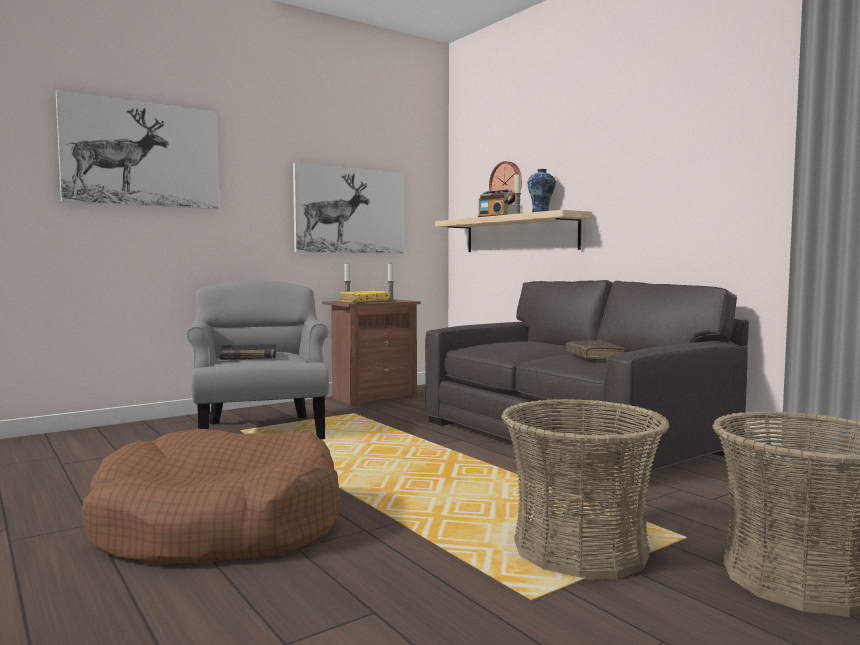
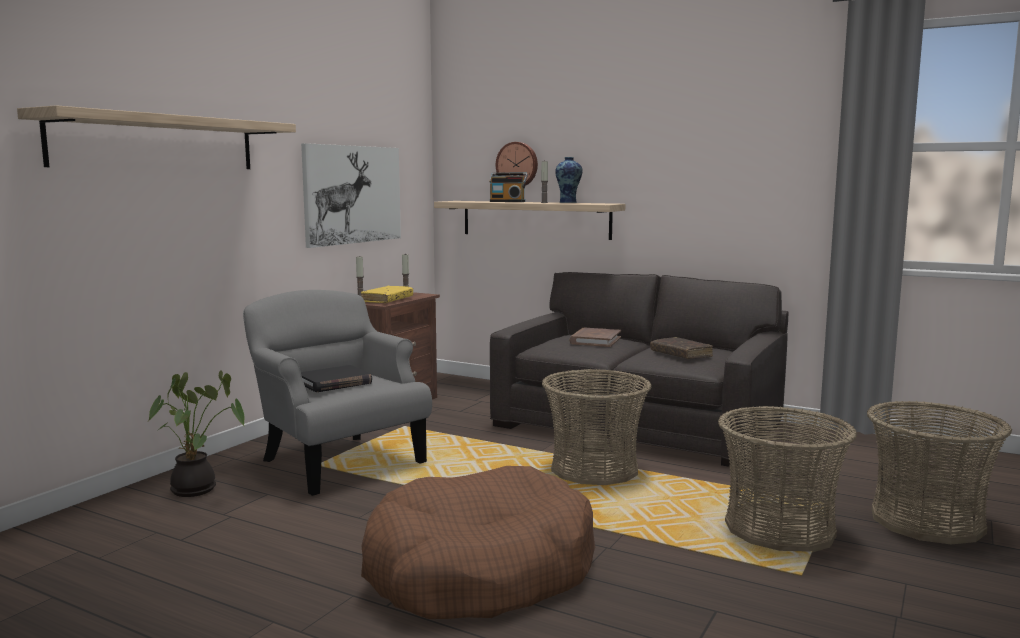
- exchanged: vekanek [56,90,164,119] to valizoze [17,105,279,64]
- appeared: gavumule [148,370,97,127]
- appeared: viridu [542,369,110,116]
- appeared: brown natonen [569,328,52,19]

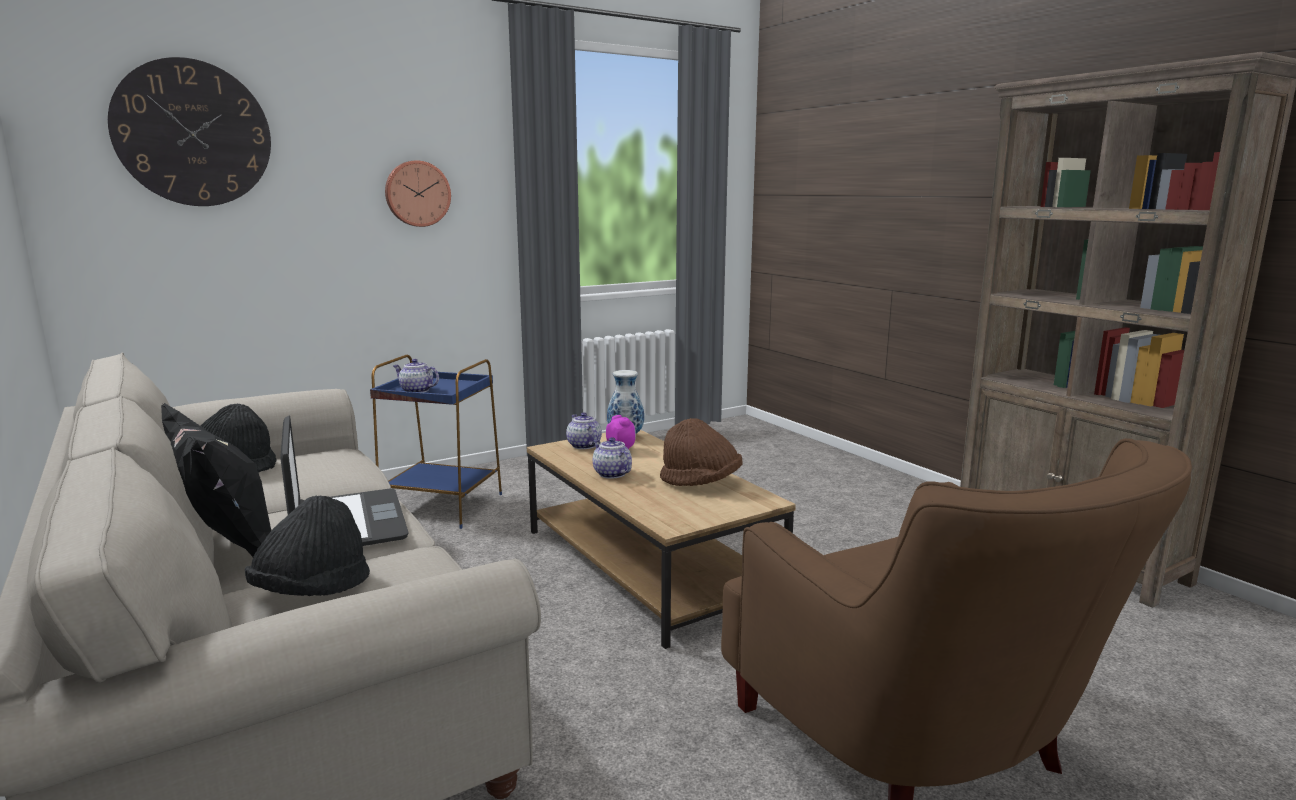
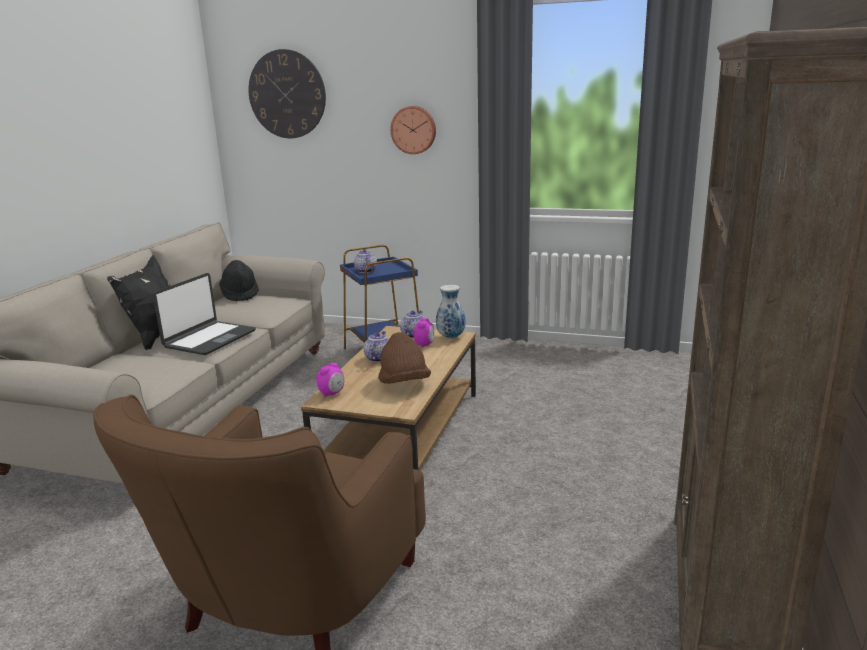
- missing: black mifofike [245,495,125,101]
- appeared: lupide [316,363,28,34]

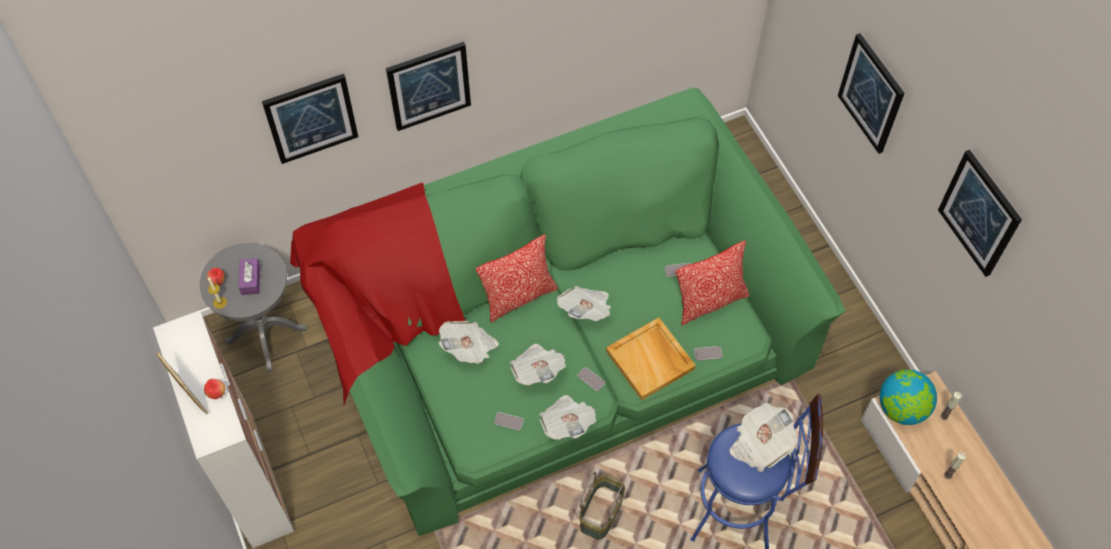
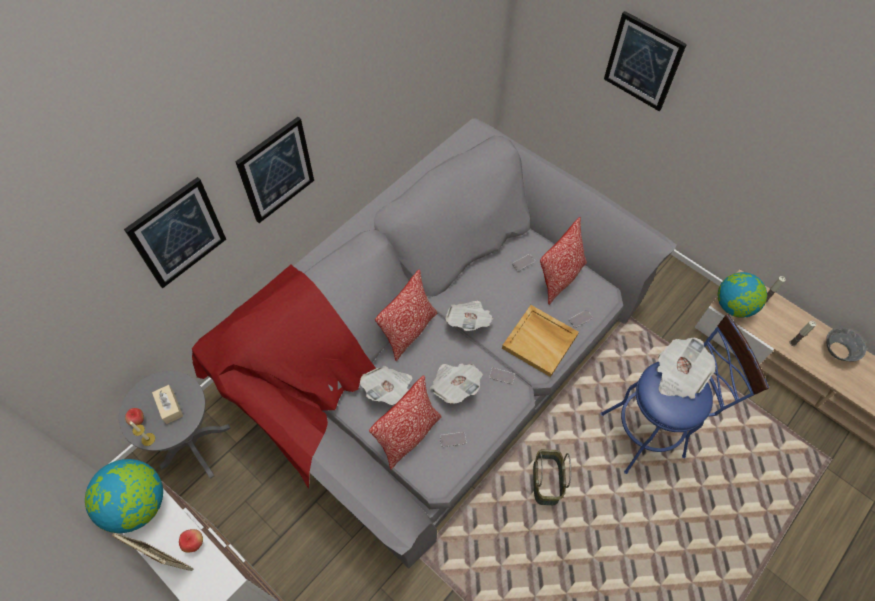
- colour: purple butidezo [239,258,21,37] to beige butidezo [152,385,31,39]
- colour: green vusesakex [290,88,556,448] to grey vusesakex [192,118,484,451]
- missing: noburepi [539,395,57,45]
- missing: vekanek [938,150,84,127]
- appeared: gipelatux [85,459,78,74]
- appeared: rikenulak [369,375,73,95]
- appeared: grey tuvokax [826,328,40,33]

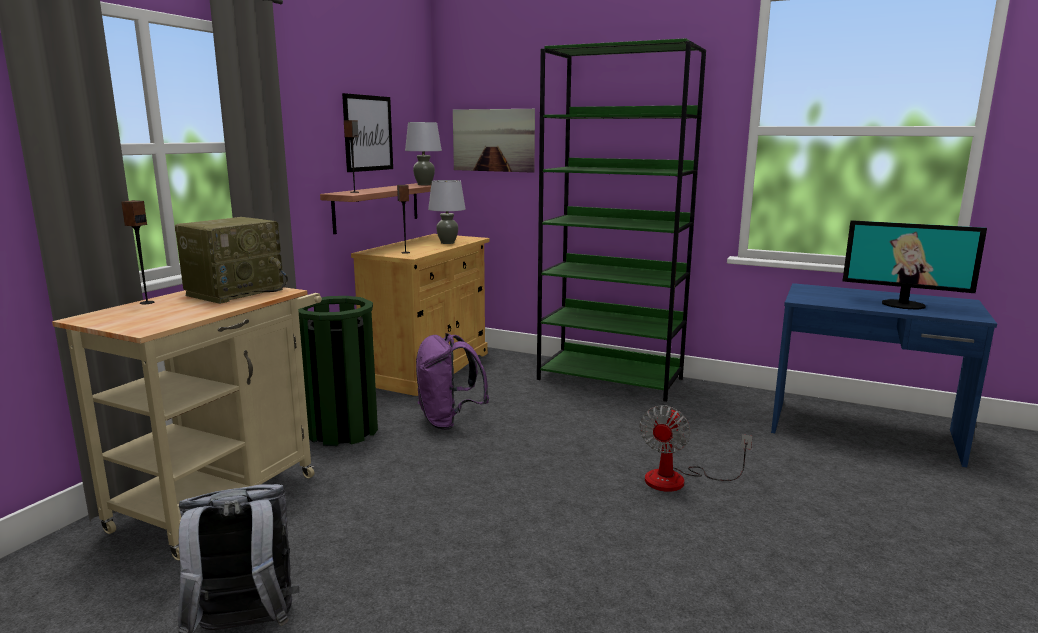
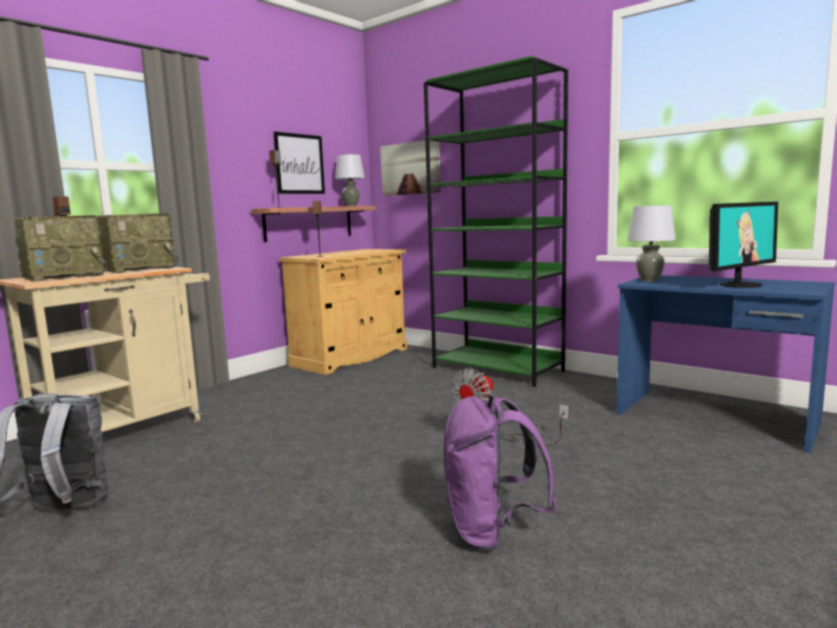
- missing: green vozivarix [298,296,80,150]
- relocated: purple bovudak [416,333,73,97] to [444,395,113,156]
- relocated: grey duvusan [428,180,38,64] to [627,205,48,77]
- spun: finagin [843,220,144,90] = [709,201,69,87] 75 degrees counterclockwise
- appeared: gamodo [14,215,94,67]

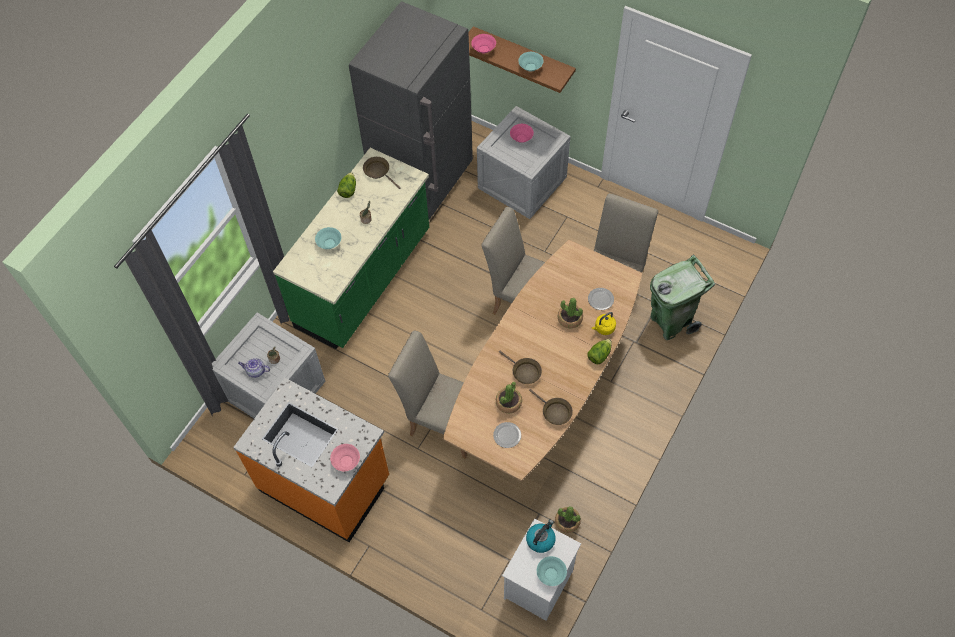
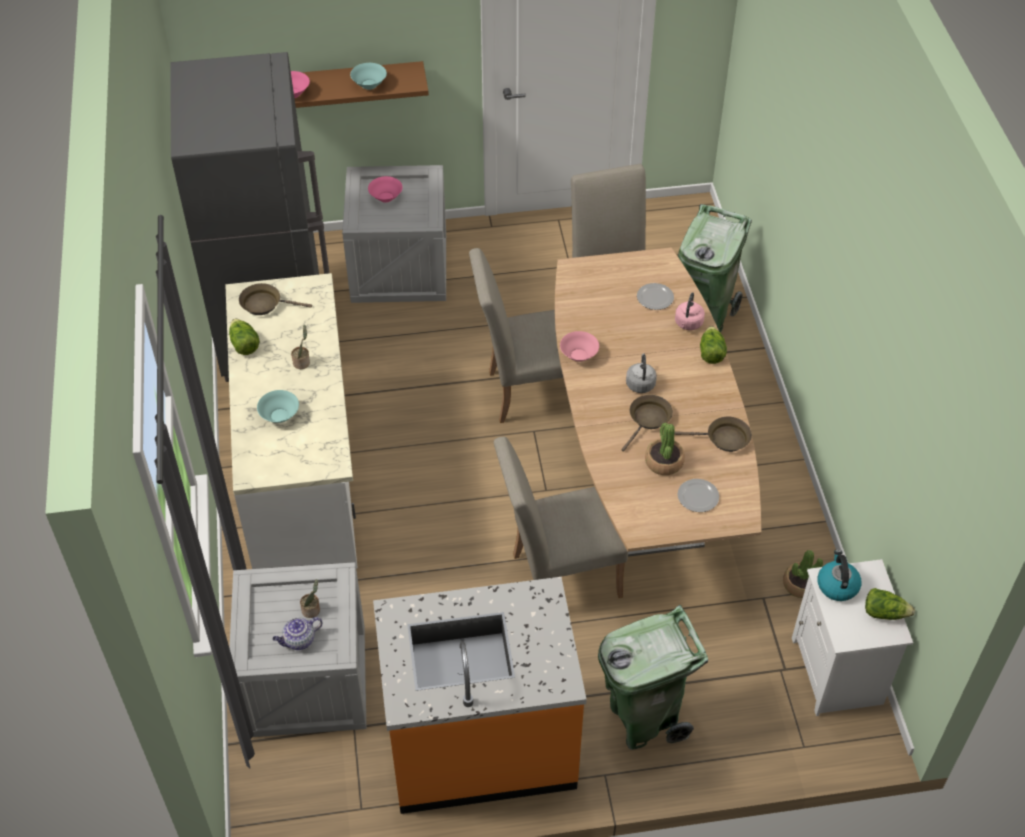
- colour: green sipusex [273,148,156,201] to white sipusex [225,273,133,296]
- relocated: pink tuvokax [330,444,30,27] to [560,331,39,31]
- spun: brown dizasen [499,351,43,33] = [621,395,52,57] 60 degrees counterclockwise
- exchanged: turquoise tuvokax [537,556,30,30] to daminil [865,588,50,32]
- missing: gavumule [558,298,25,30]
- colour: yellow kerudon [592,312,24,23] to pink kerudon [675,292,30,38]
- appeared: green vozivarix [598,605,110,145]
- appeared: grey kerudon [626,353,31,40]

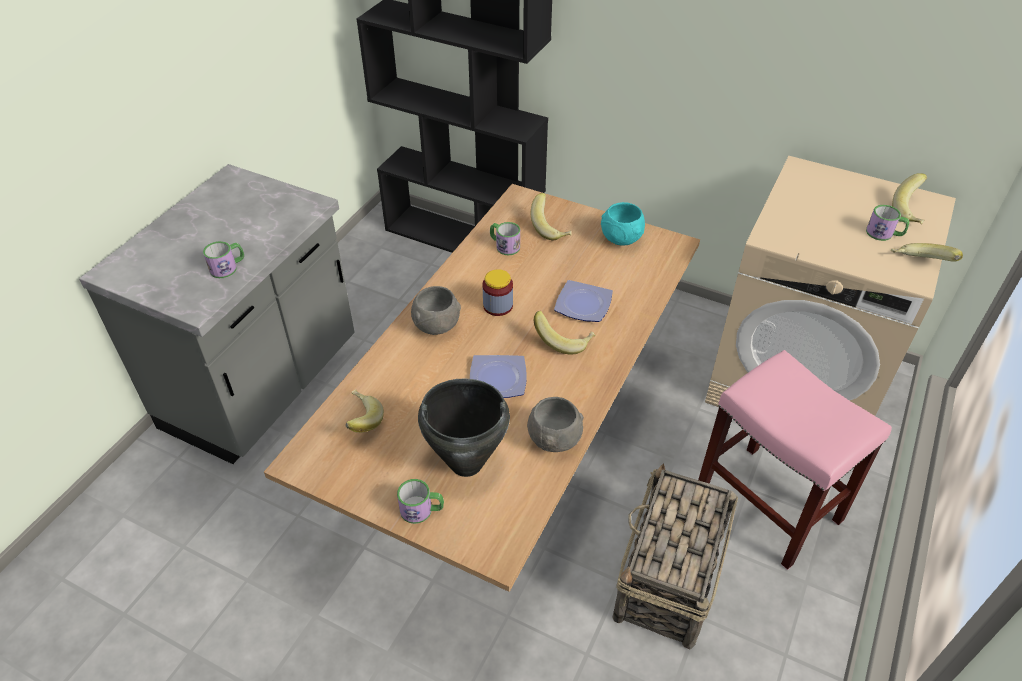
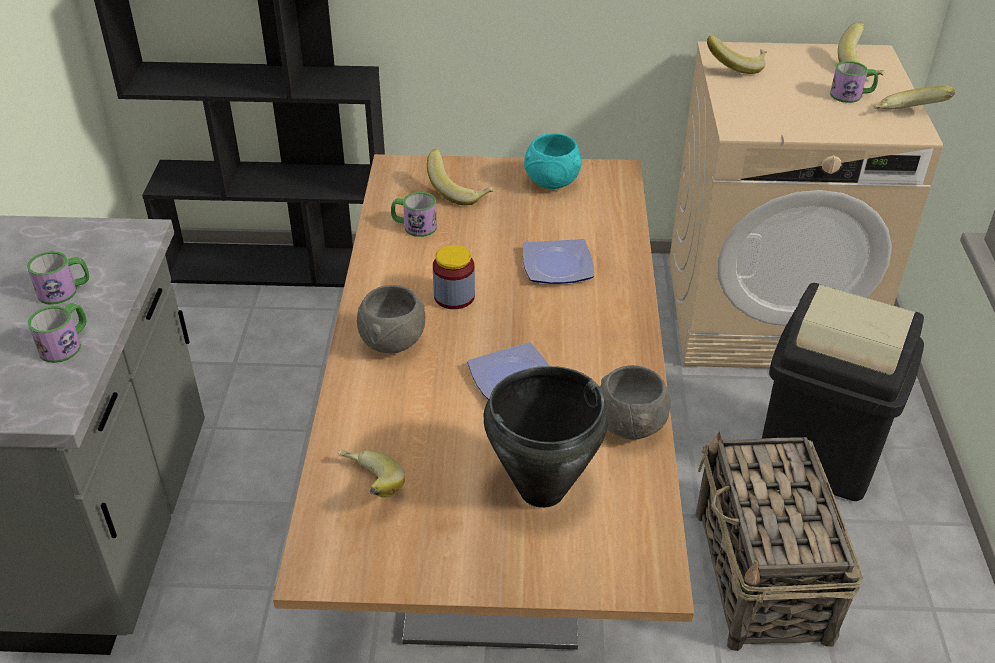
- relocated: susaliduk [397,479,47,45] to [27,251,62,54]
- relocated: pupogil [534,311,62,43] to [707,35,60,39]
- exchanged: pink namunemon [698,350,194,220] to black vozivarix [762,283,162,218]

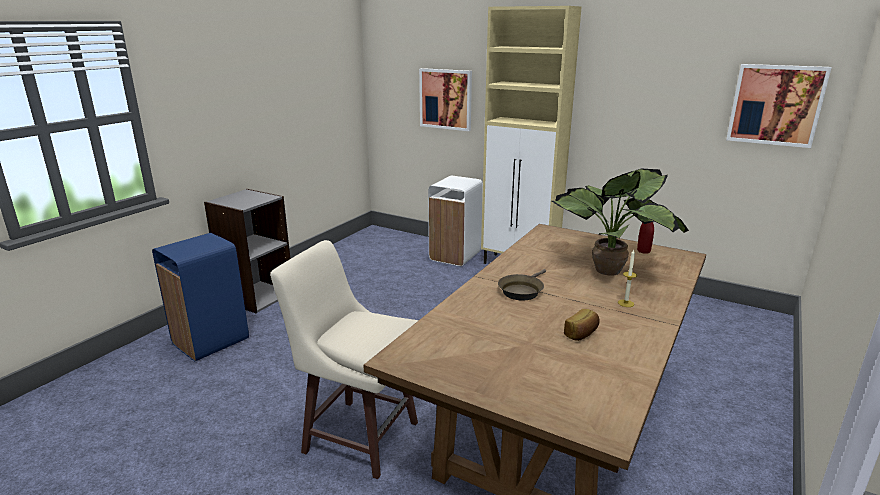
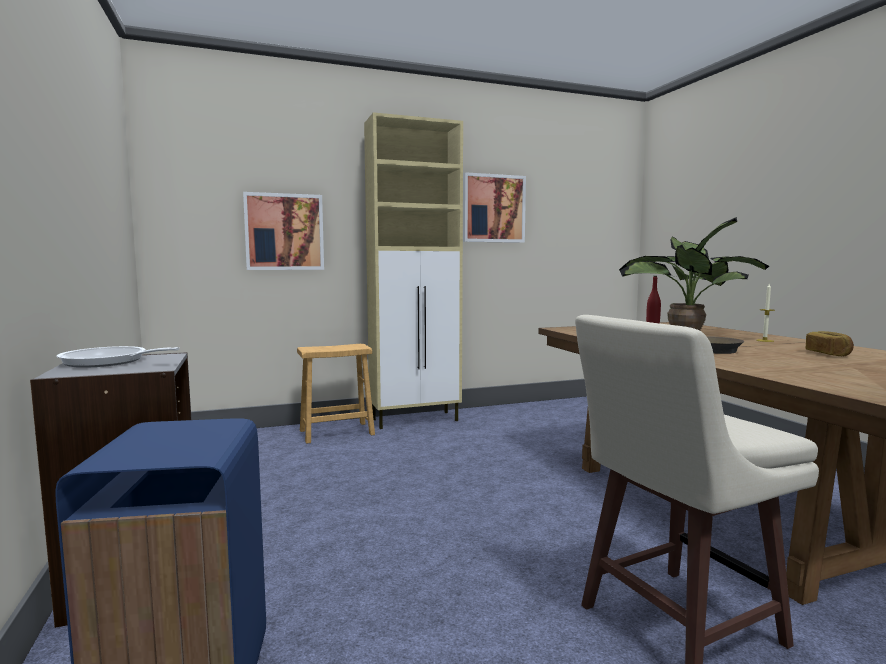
- exchanged: white vozivarix [428,176,55,90] to brown namunemon [297,344,78,99]
- relocated: vekanek [726,64,106,84] to [463,172,63,71]
- appeared: dizasen [57,346,123,22]

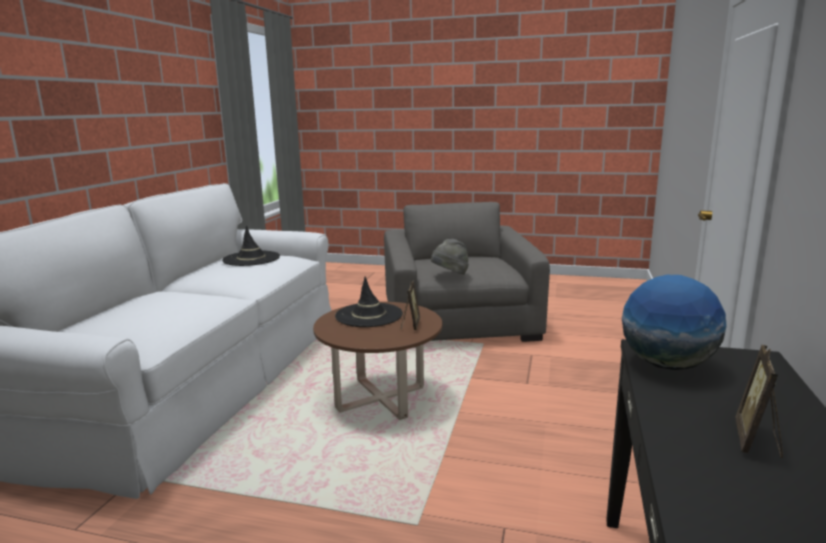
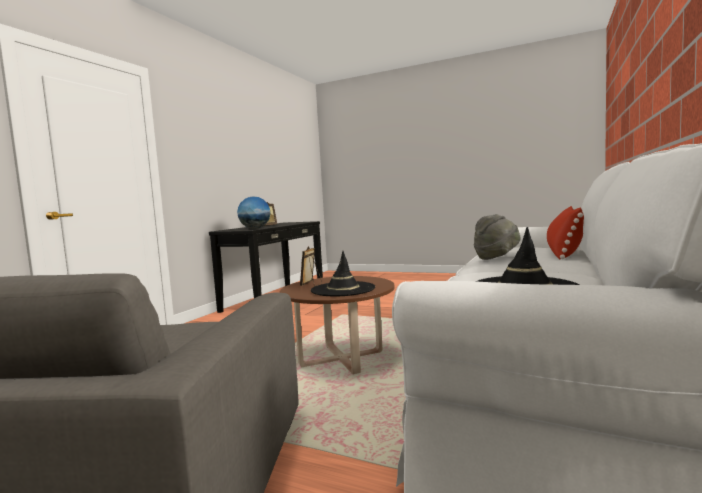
- relocated: grey mifofike [431,239,38,36] to [474,214,47,46]
- appeared: red rikenulak [547,206,37,53]

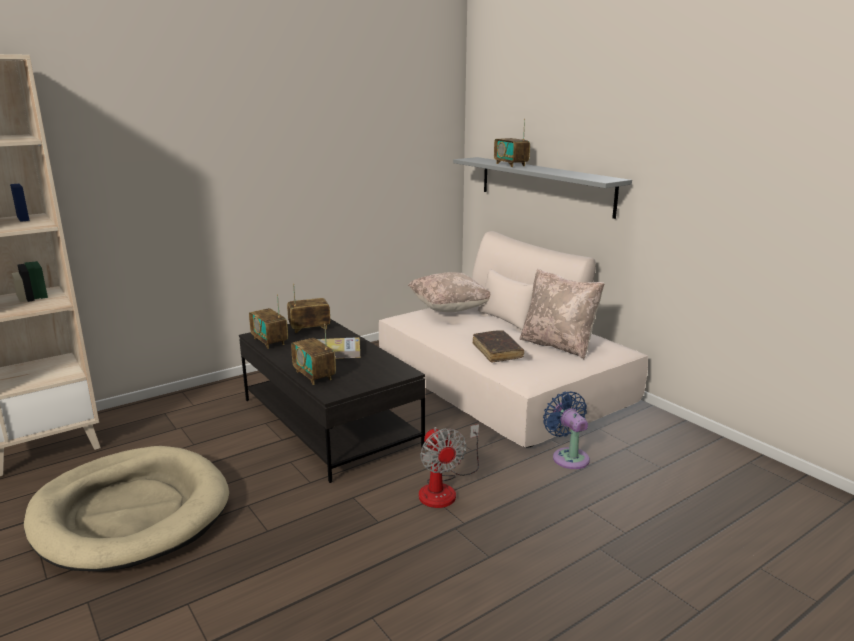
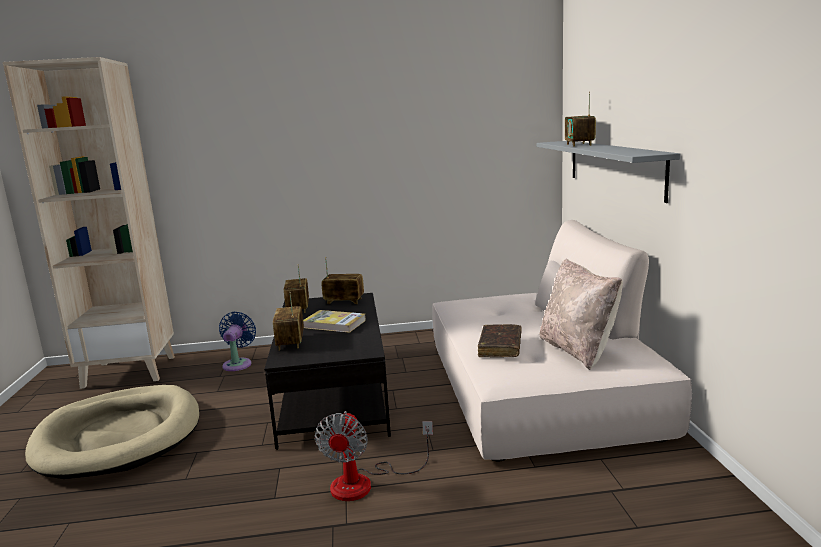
- missing: beige rikenulak [408,272,82,40]
- relocated: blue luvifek [543,391,47,78] to [219,312,37,59]

